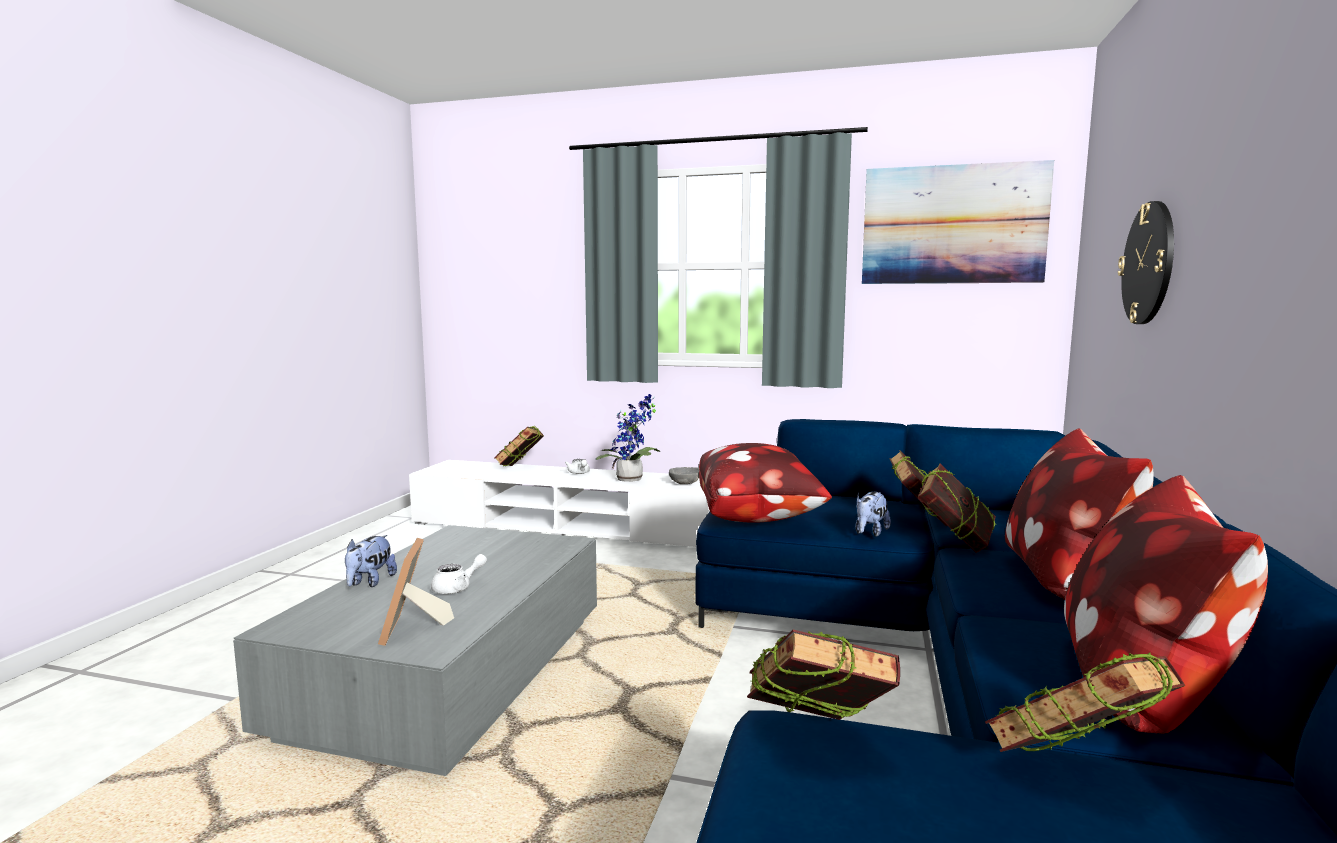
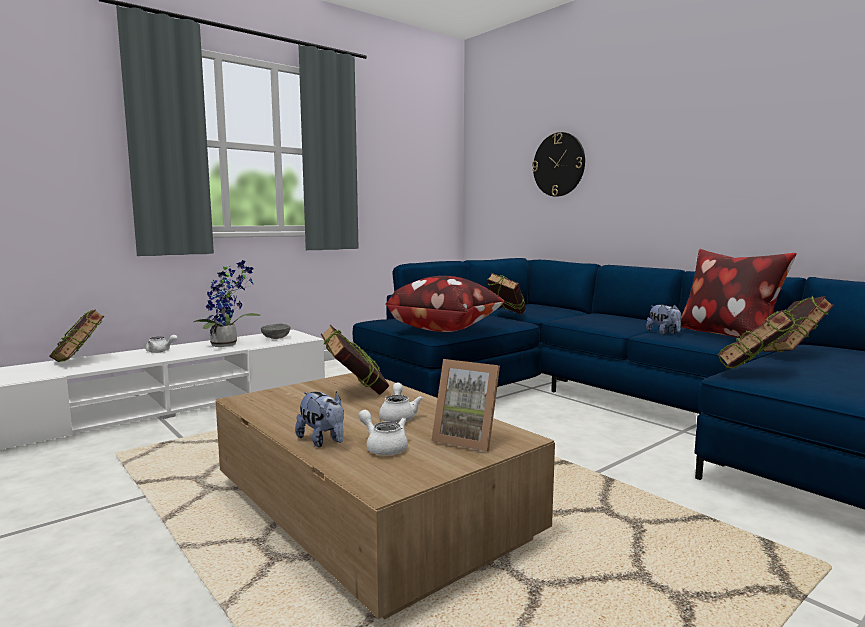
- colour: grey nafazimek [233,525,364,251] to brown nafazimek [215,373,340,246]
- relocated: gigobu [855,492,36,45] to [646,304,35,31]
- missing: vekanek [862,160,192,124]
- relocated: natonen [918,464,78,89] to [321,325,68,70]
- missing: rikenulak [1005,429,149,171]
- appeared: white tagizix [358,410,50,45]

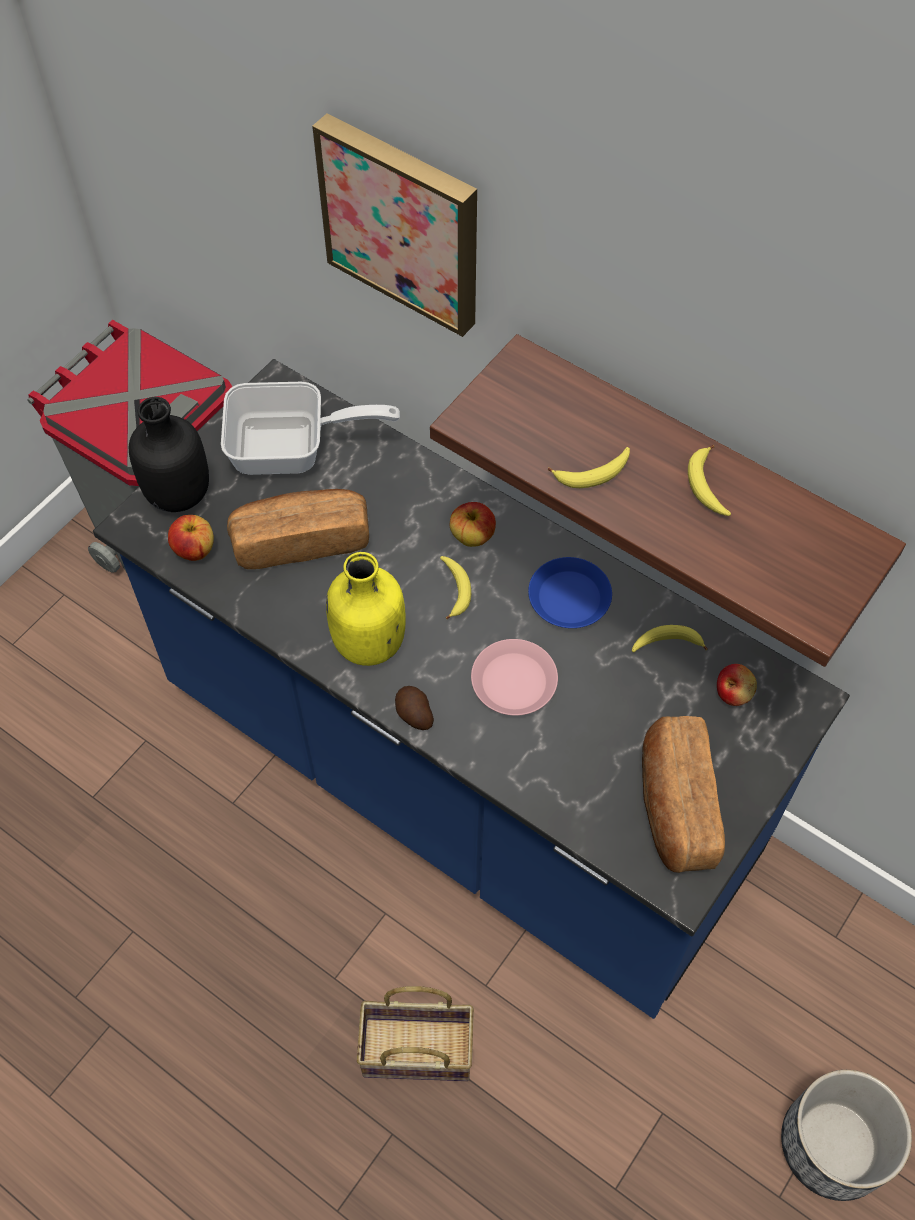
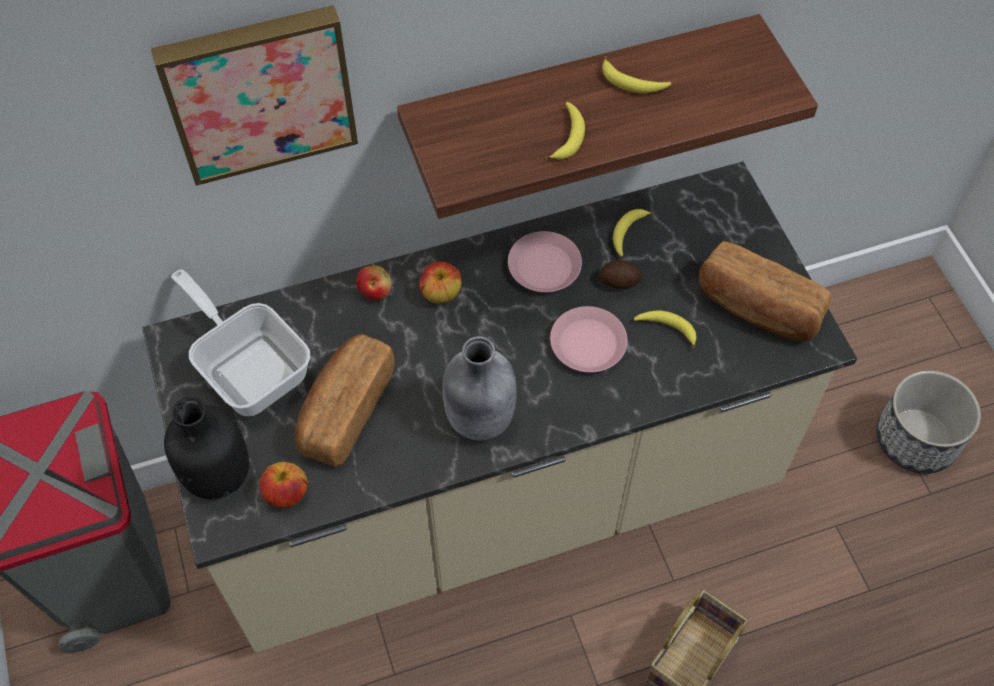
- colour: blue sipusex [93,359,757,660] to beige sipusex [142,162,715,491]
- spun: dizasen [221,382,179,93] = [171,269,140,147] 75 degrees counterclockwise
- colour: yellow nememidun [326,552,79,114] to grey nememidun [443,337,74,103]
- relocated: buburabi [395,686,39,44] to [598,260,44,29]
- relocated: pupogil [440,556,31,63] to [634,311,63,38]
- colour: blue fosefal [528,557,84,71] to pink fosefal [508,231,74,61]
- relocated: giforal [717,664,40,42] to [356,266,36,34]

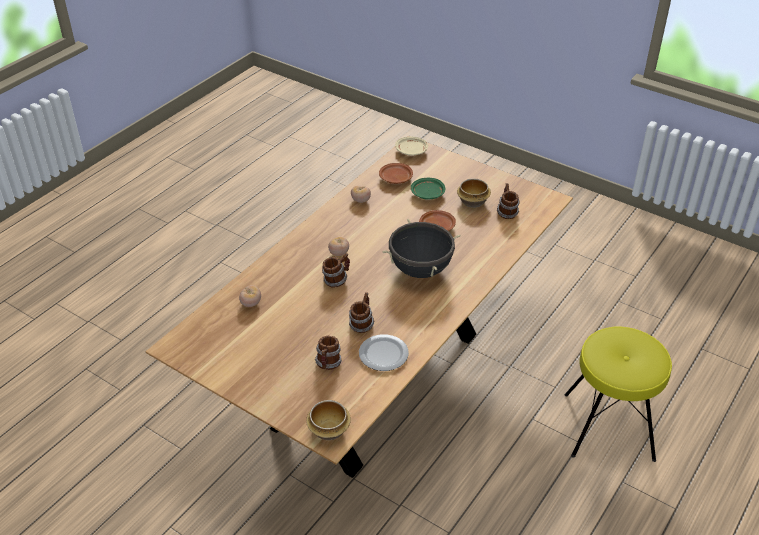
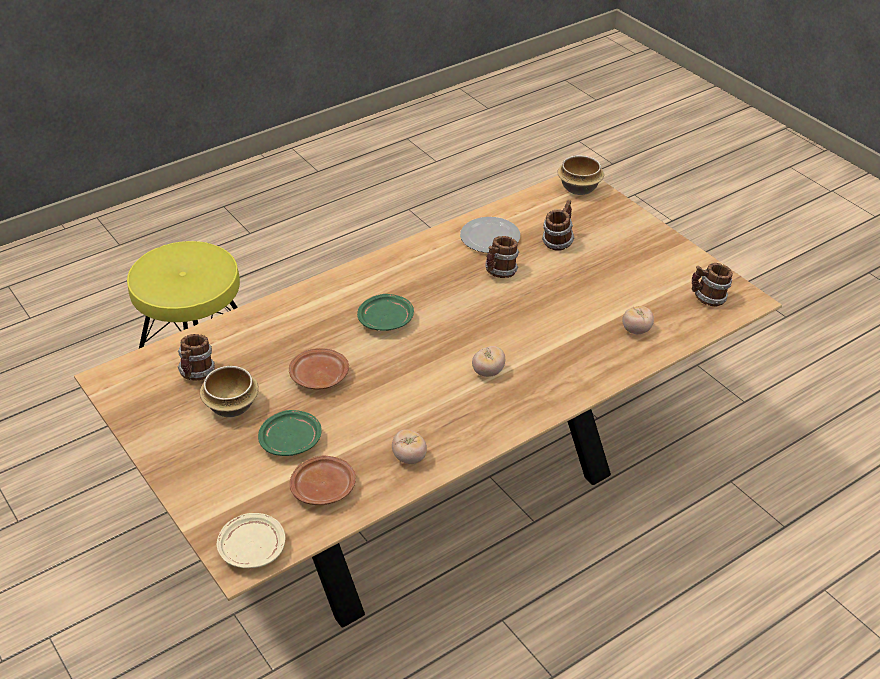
- relocated: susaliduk [322,253,28,34] to [692,263,41,43]
- exchanged: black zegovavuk [382,219,78,59] to green fosefal [357,294,57,37]

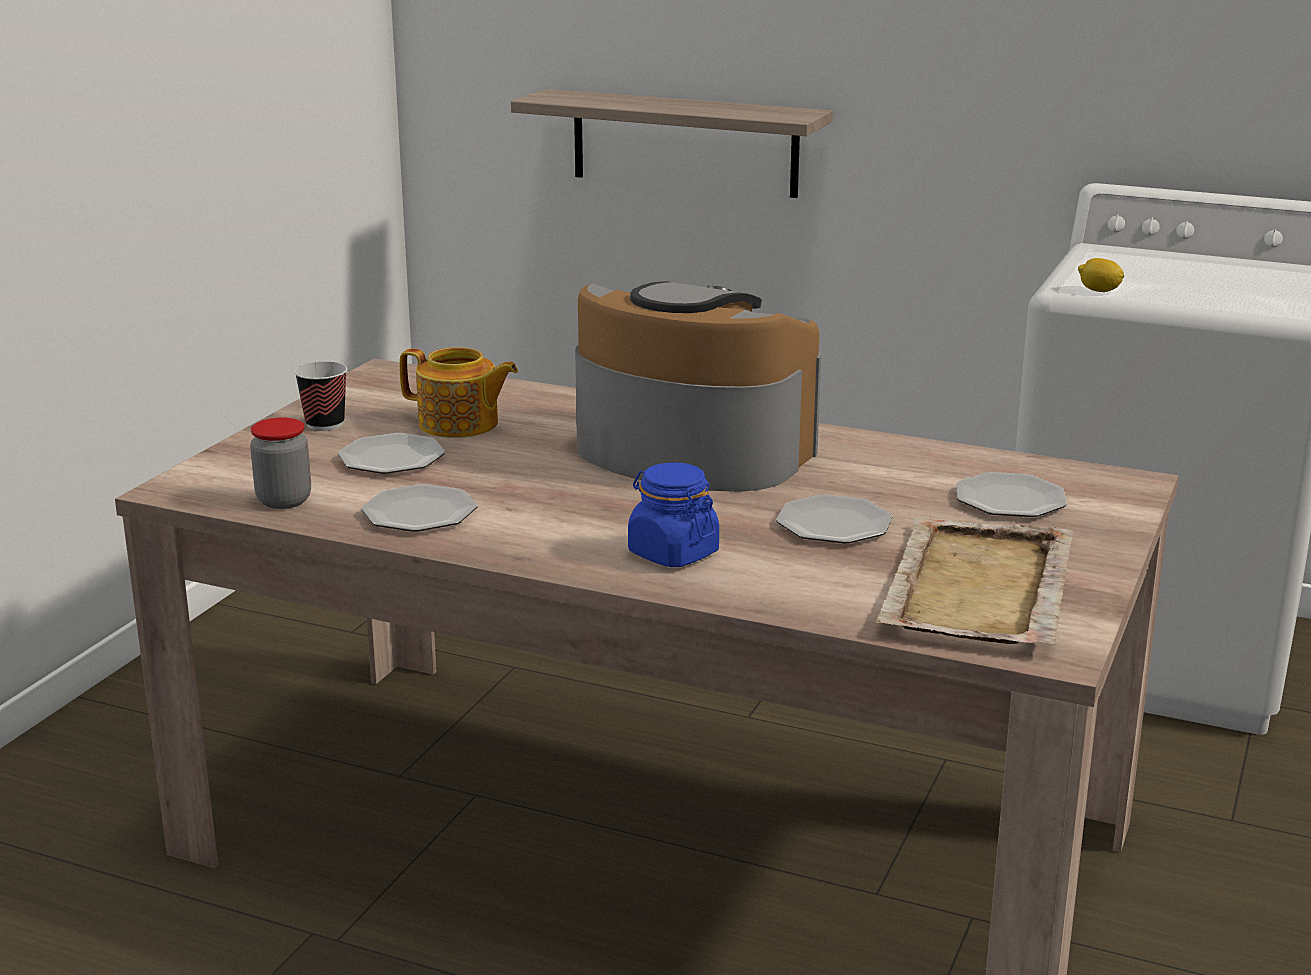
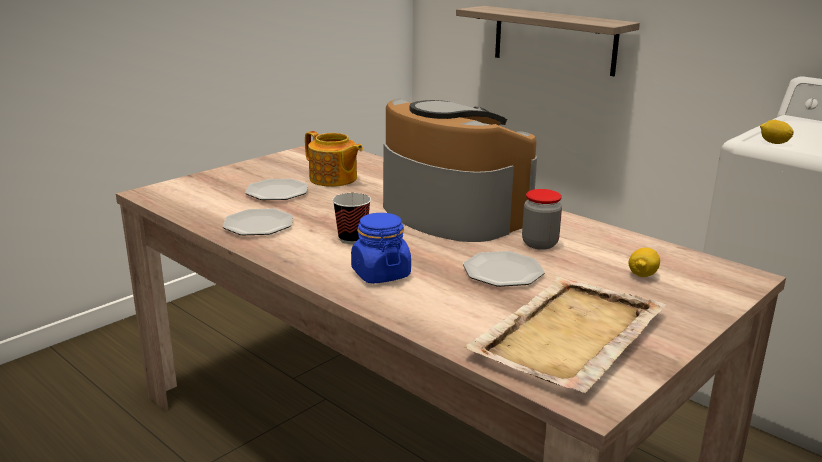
- relocated: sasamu [250,417,61,92] to [522,189,40,61]
- relocated: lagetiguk [294,361,53,70] to [332,193,39,51]
- exchanged: fosefal [956,472,111,45] to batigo [629,248,31,29]

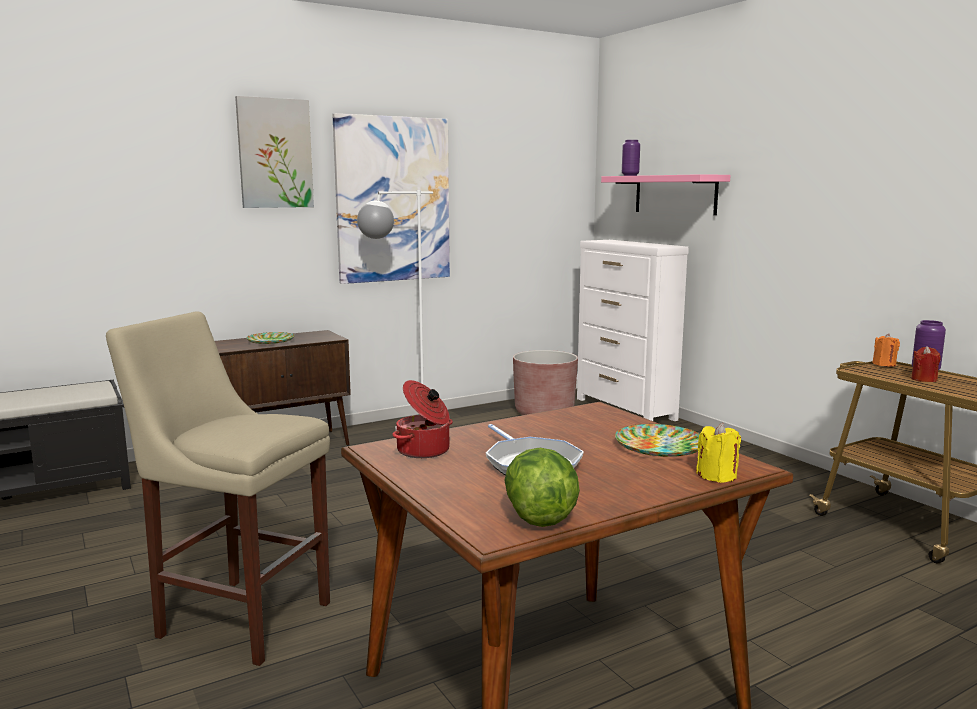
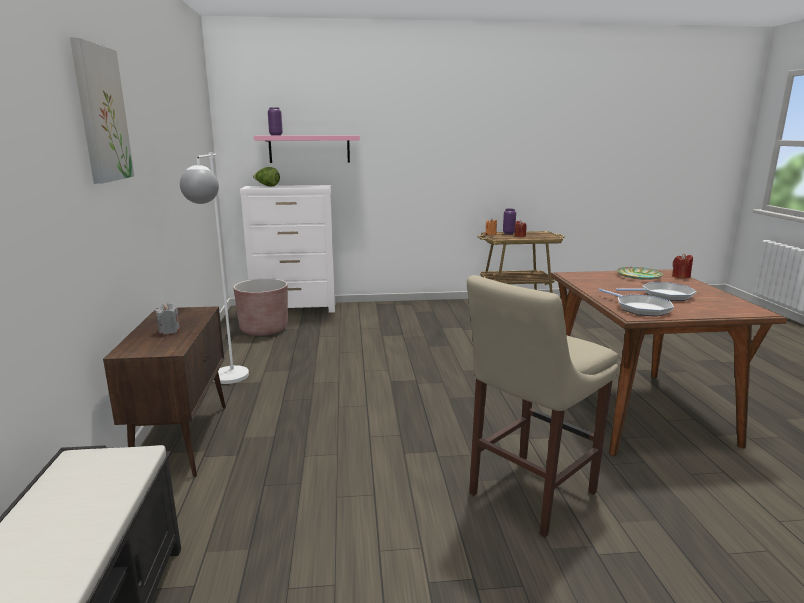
- exchanged: fosefal [246,332,49,12] to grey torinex [155,303,25,31]
- missing: vekanek [332,113,118,171]
- exchanged: zegovavuk [392,380,61,78] to dizasen [598,289,76,28]
- relocated: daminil [505,448,75,79] to [253,167,27,20]
- colour: yellow torinex [696,423,45,60] to red torinex [672,253,21,25]

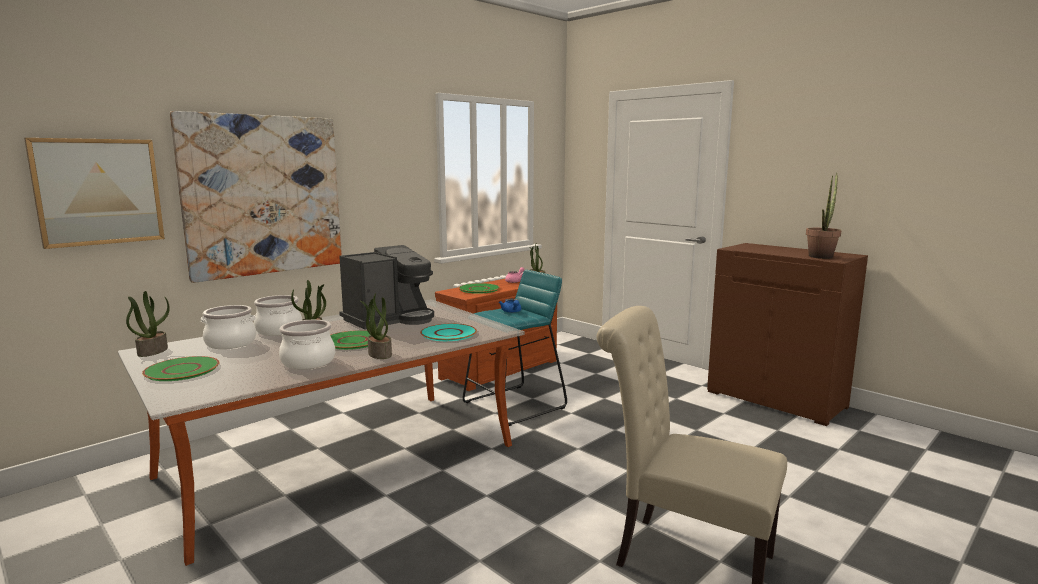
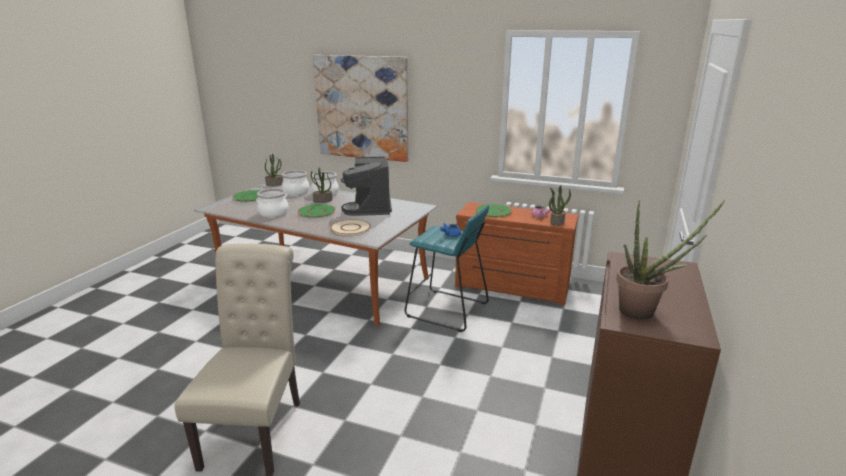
- missing: vekanek [24,138,141,111]
- spun: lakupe [339,245,95,85] = [341,156,51,60] 60 degrees clockwise
- missing: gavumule [360,293,32,66]
- colour: turquoise fosefal [420,324,57,17] to beige fosefal [330,219,41,16]

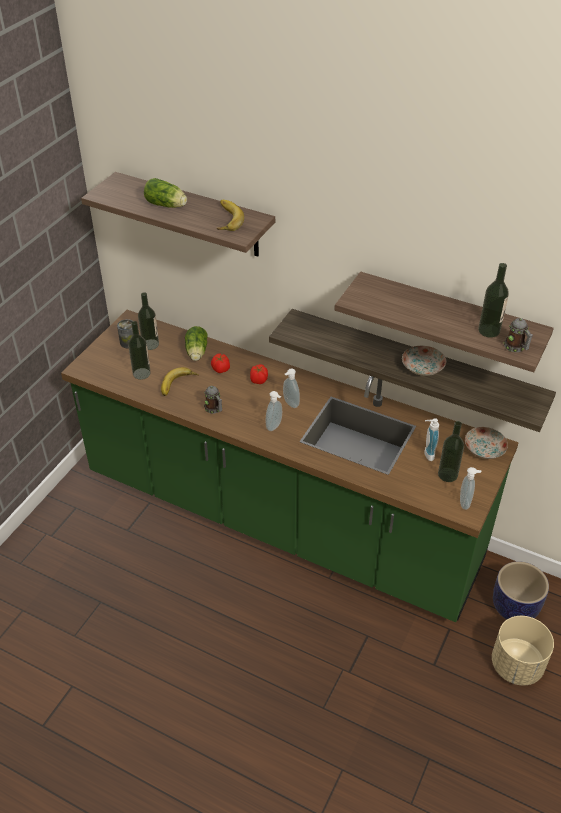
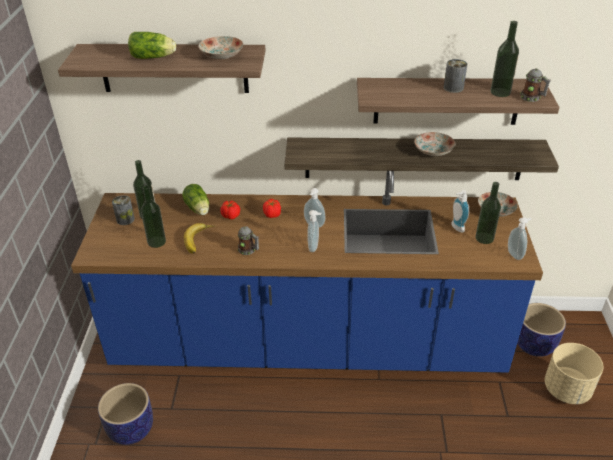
- colour: green sipusex [61,310,458,312] to blue sipusex [71,171,472,202]
- exchanged: pupogil [217,200,27,31] to fosefal [198,36,45,23]
- appeared: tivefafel [98,383,55,62]
- appeared: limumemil [444,59,23,34]

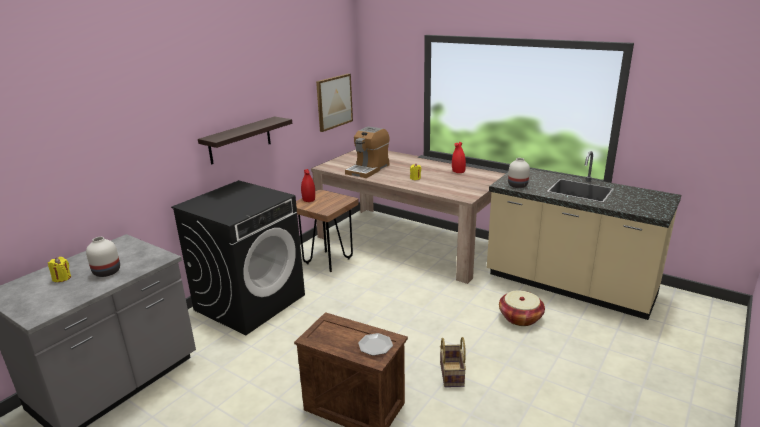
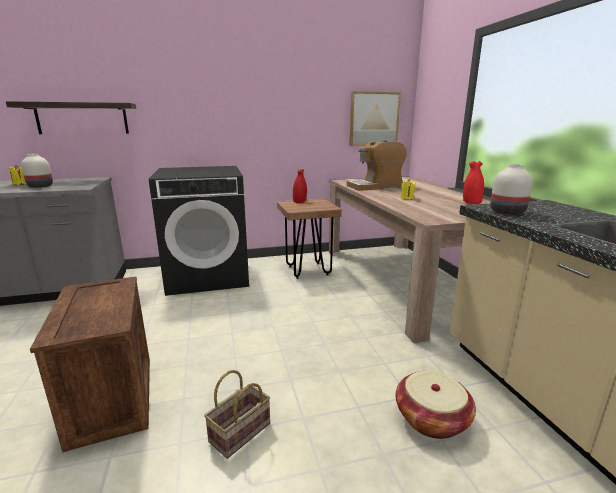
- relocated: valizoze [198,116,94,48] to [6,101,130,33]
- missing: fosefal [358,333,35,23]

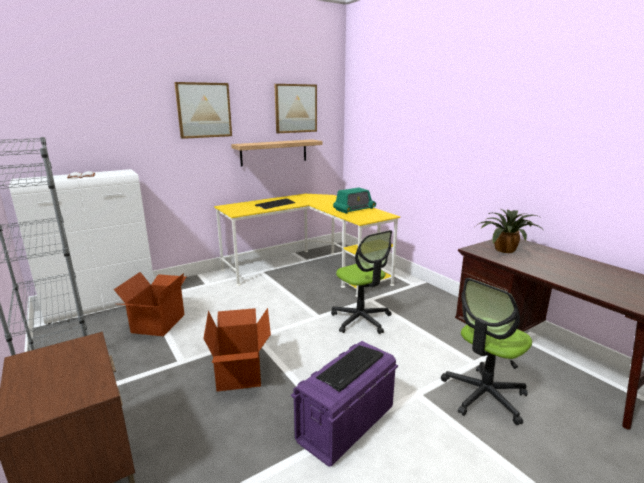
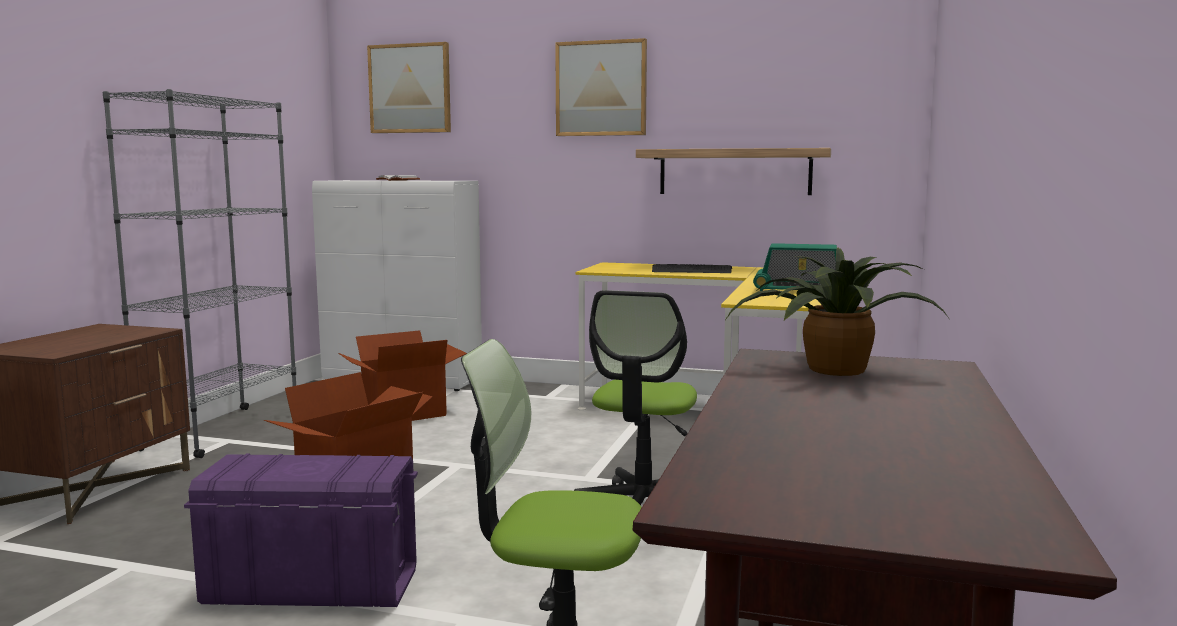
- relocated: vekanek [274,84,43,49] to [367,42,84,91]
- missing: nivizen [316,345,68,47]

